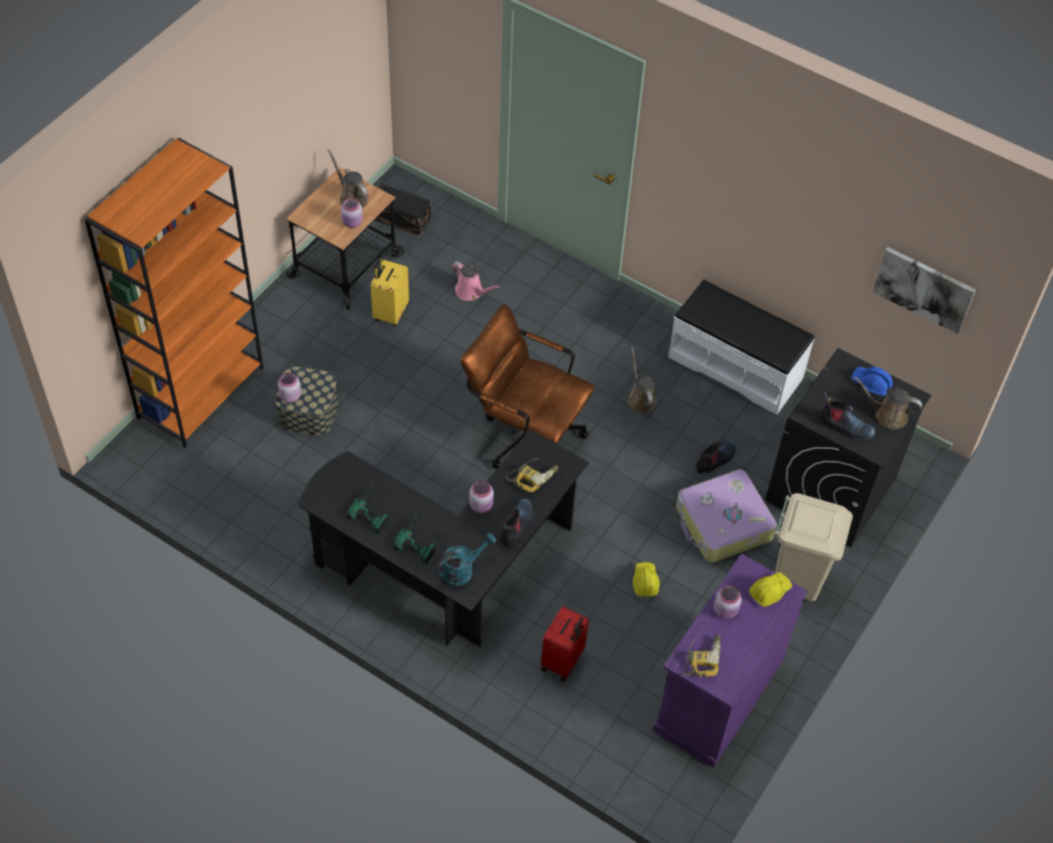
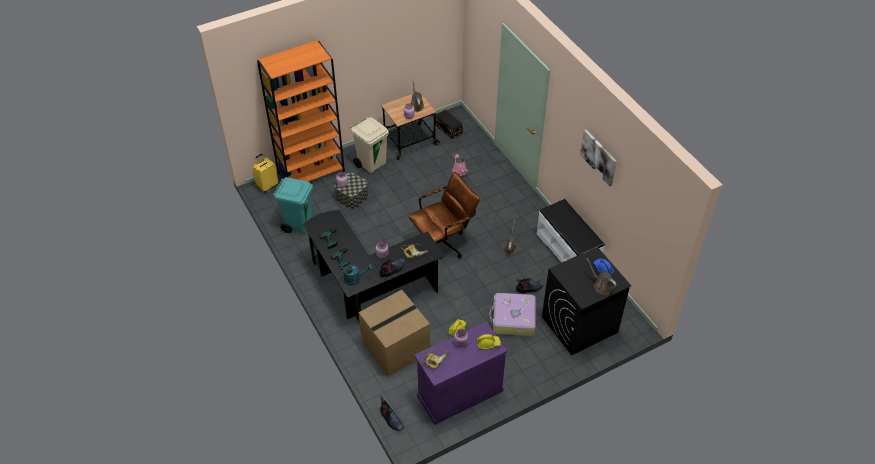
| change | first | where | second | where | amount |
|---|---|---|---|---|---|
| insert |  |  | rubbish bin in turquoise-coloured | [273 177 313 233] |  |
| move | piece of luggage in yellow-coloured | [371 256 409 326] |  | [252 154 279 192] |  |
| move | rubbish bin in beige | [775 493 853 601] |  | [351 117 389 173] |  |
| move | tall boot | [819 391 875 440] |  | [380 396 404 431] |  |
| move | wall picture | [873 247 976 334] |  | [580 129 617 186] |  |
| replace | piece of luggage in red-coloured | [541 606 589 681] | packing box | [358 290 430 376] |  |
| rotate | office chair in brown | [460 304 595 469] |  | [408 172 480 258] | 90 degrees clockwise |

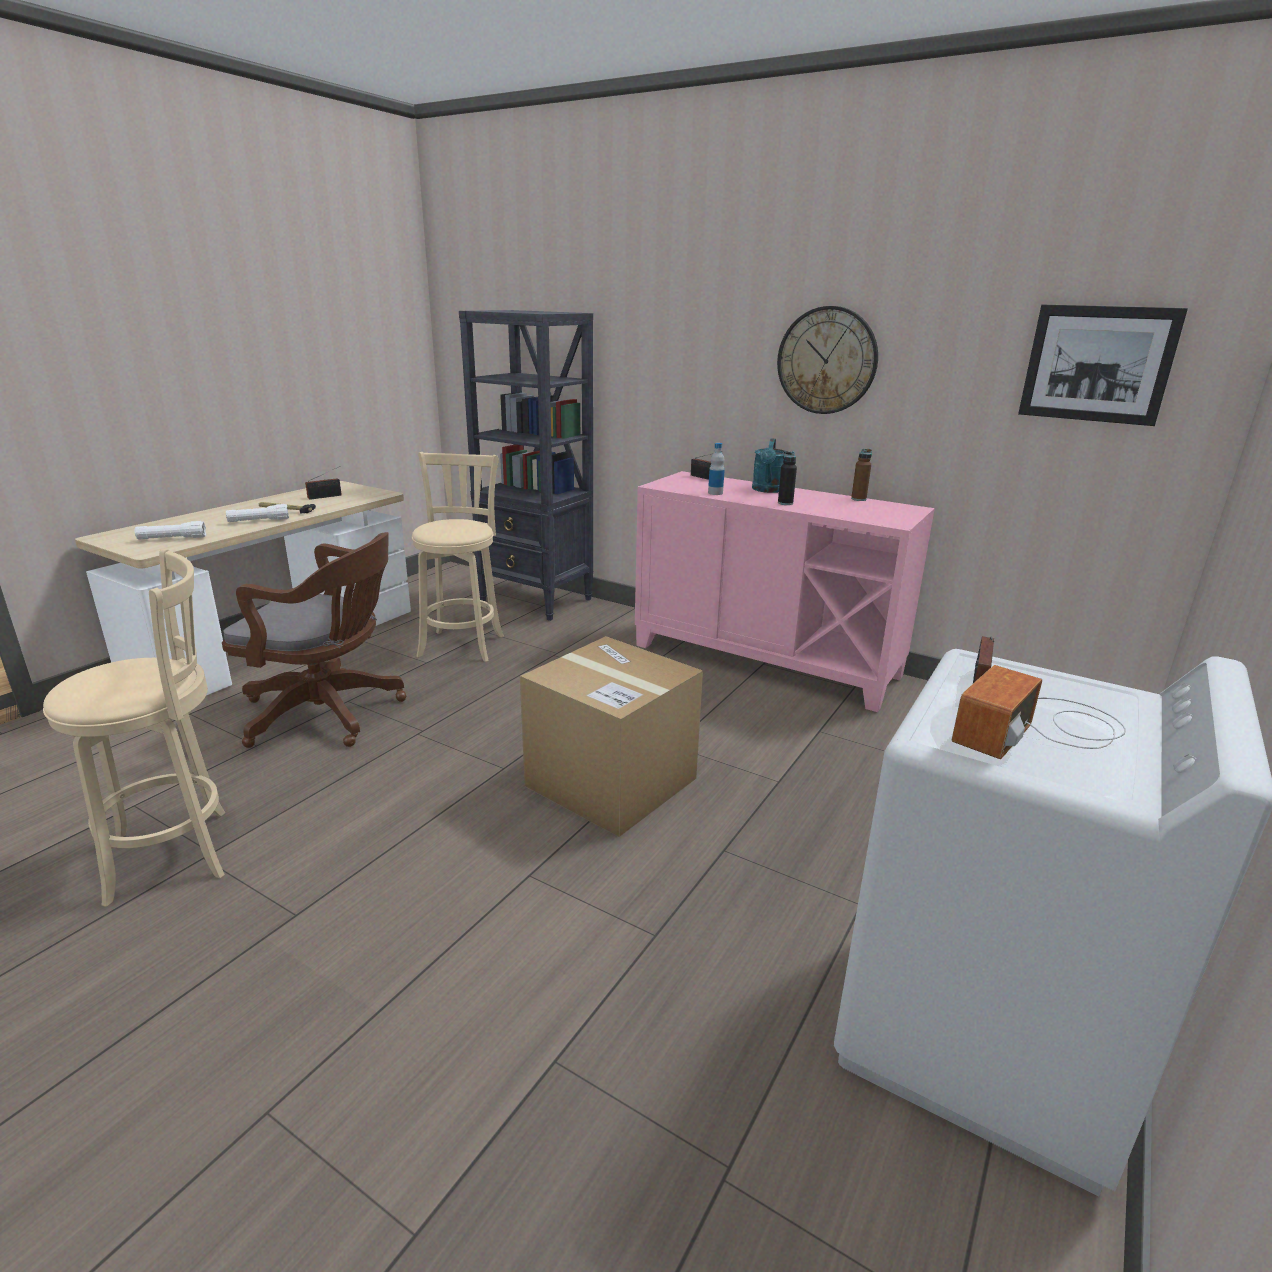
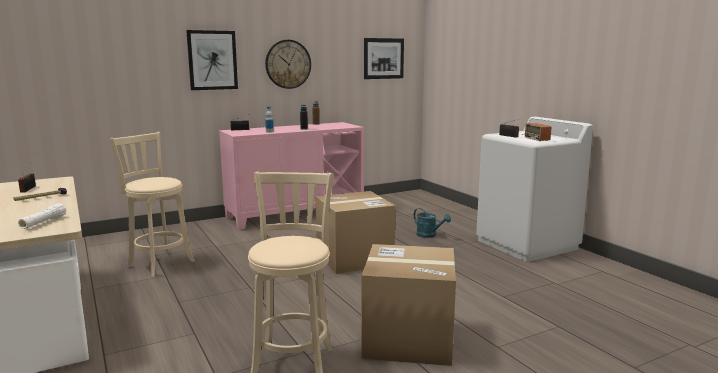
| change | first | where | second | where | amount |
|---|---|---|---|---|---|
| delete | office chair in brown | [222 532 407 748] |  |  |  |
| delete | torch in white-coloured | [226 504 289 522] |  |  |  |
| delete | bookshelf in blackish | [459 310 593 621] |  |  |  |
| insert |  |  | wall picture | [186 30 238 90] |  |
| insert |  |  | packing box | [362 244 456 366] |  |
| move | sprinkling can in turquoise-coloured | [752 438 784 493] |  | [414 208 451 238] |  |

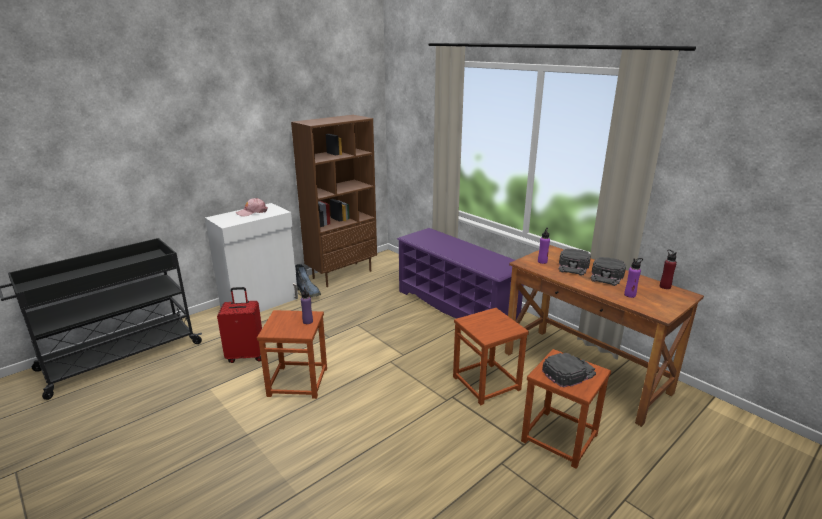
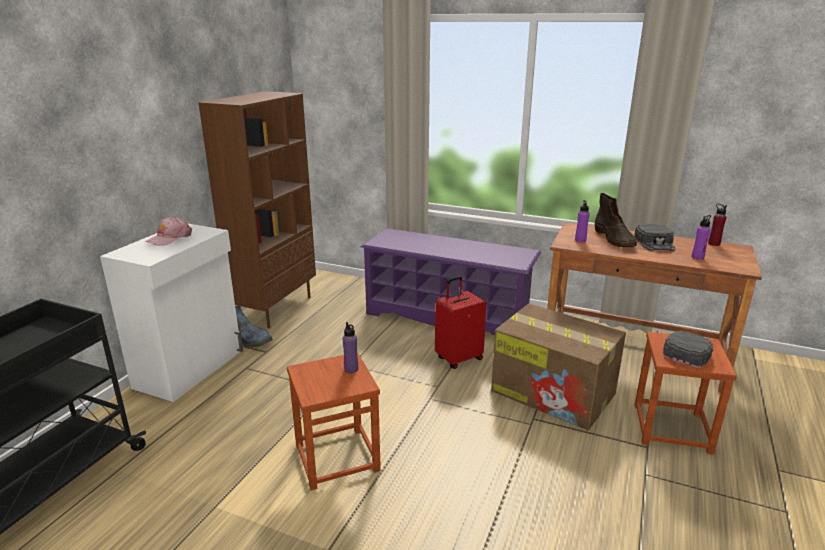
| change | first | where | second | where | amount |
|---|---|---|---|---|---|
| move | piece of luggage in red-coloured | [217 287 262 363] |  | [435 276 487 369] |  |
| replace | stool in brown | [453 308 529 405] | packing box | [491 303 626 430] |  |
| replace | peaked cap in blackish | [559 248 591 276] | tall boot in brown | [595 193 637 247] |  |

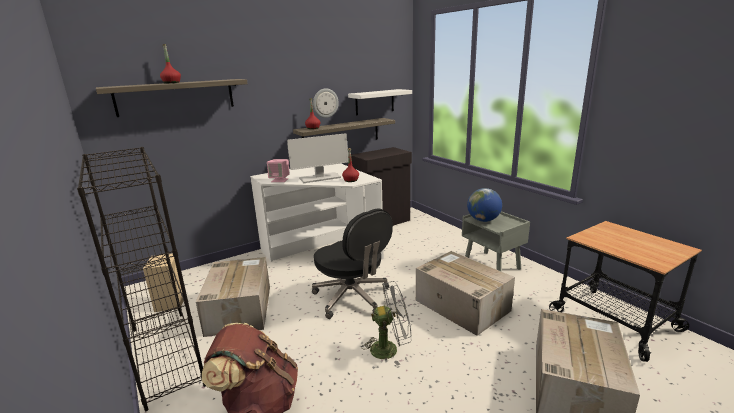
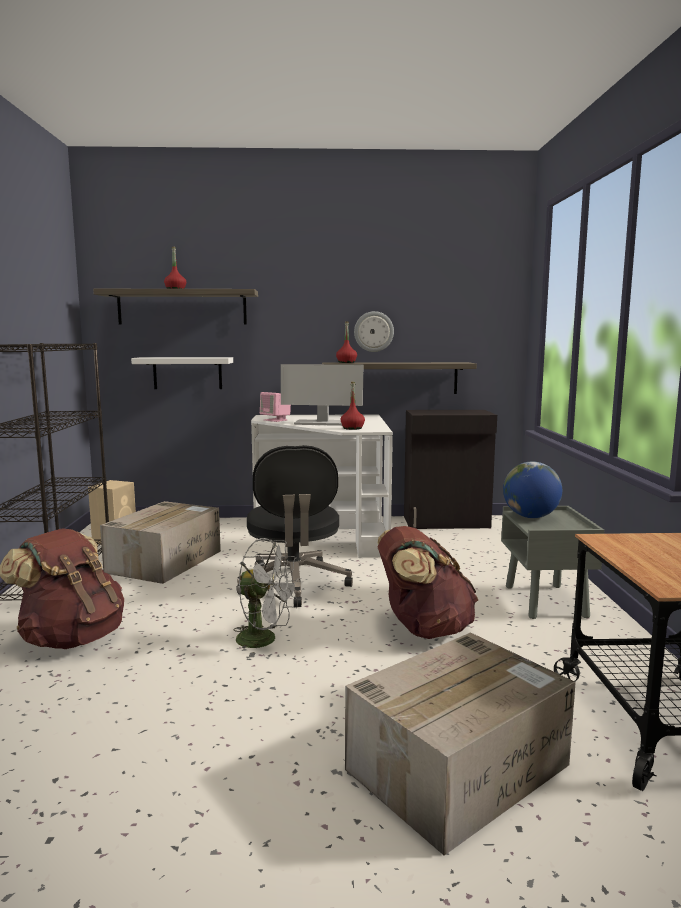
| change | first | where | second | where | amount |
|---|---|---|---|---|---|
| move | bracket shelf in white-coloured | [348 89 412 115] |  | [131 357 233 389] |  |
| replace | packing box | [416 251 515 336] | knapsack in brown | [377 526 478 639] |  |

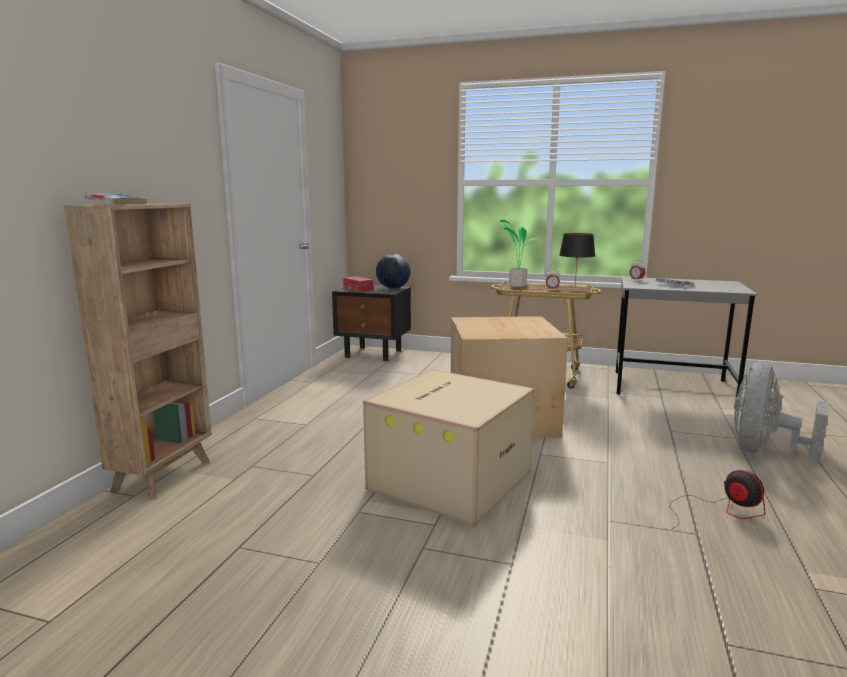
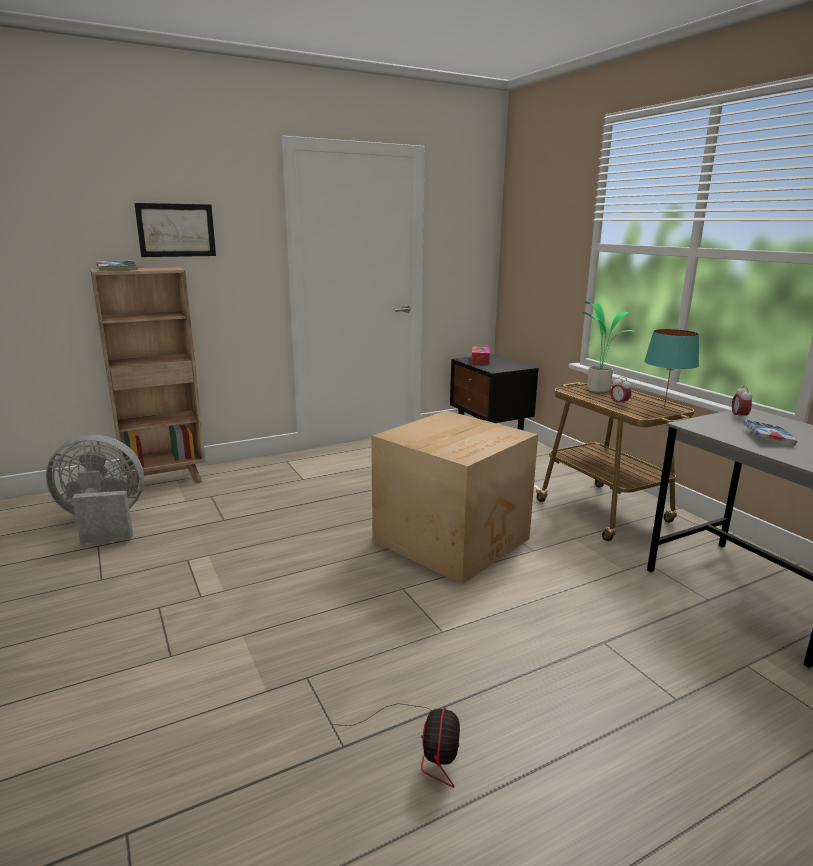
| change | first | where | second | where | amount |
|---|---|---|---|---|---|
| delete | packing box | [363 369 534 527] |  |  |  |
| delete | world globe | [376 254 410 289] |  |  |  |
| insert |  |  | wall picture | [134 203 216 257] |  |
| move | electric fan in gray | [734 362 828 462] |  | [46 435 144 543] |  |
| recolor | lamp for a table in blackish | [559 233 595 285] | lamp for a table in turquoise-coloured | [644 329 699 408] |  |

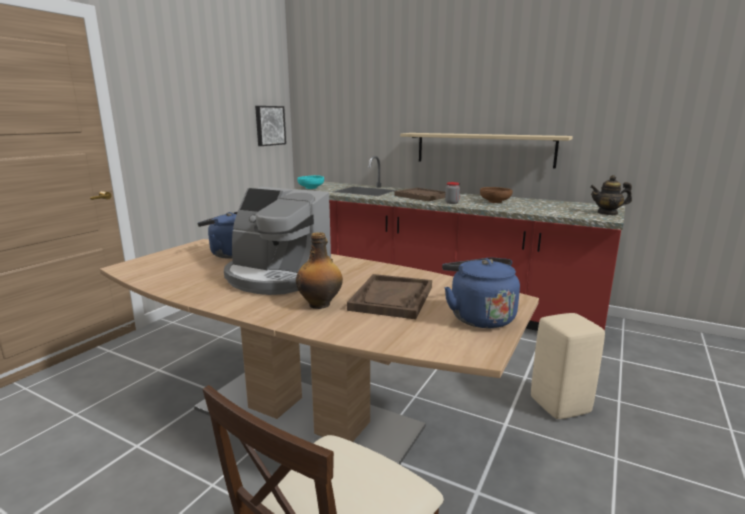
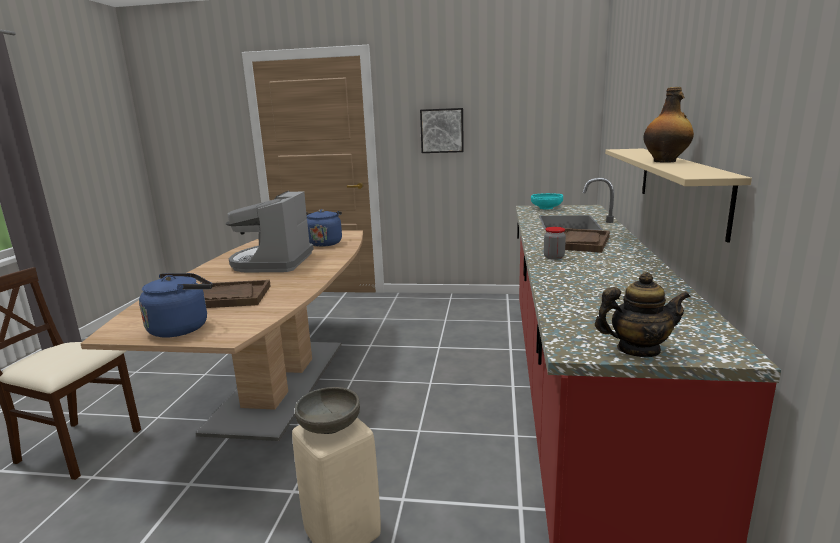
| change | first | where | second | where | amount |
|---|---|---|---|---|---|
| delete | bowl in brown | [480 187 513 203] |  |  |  |
| insert |  |  | bowl in gray | [295 387 360 434] |  |
| move | wall picture | [255 106 286 146] |  | [420 108 464 153] |  |
| move | beverage bottle | [296 232 343 309] |  | [643 87 694 163] |  |
| rotate | tea pot | [590 175 632 215] |  | [595 272 690 357] | 105 degrees clockwise |

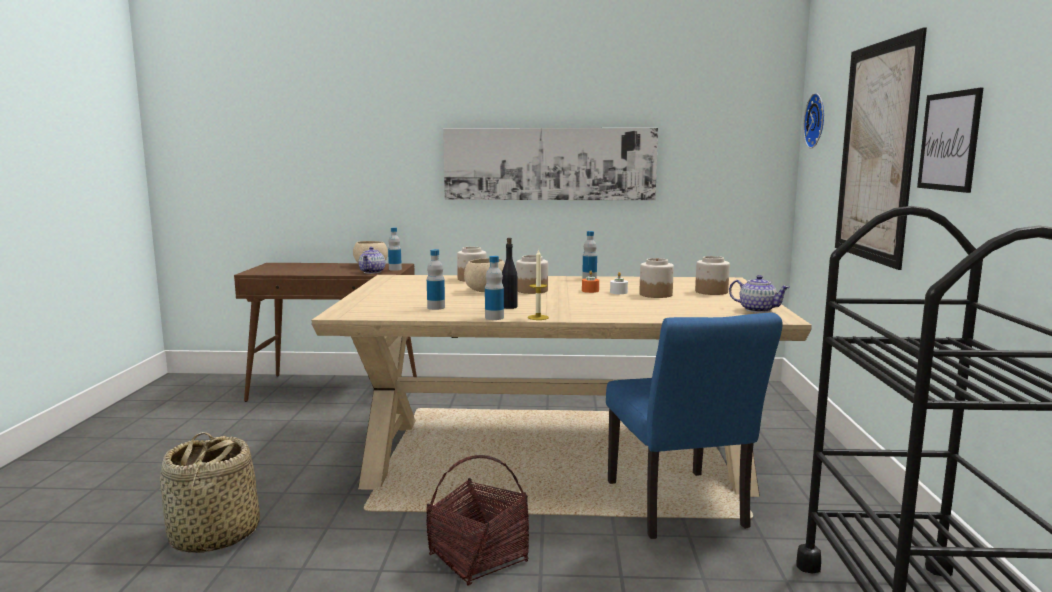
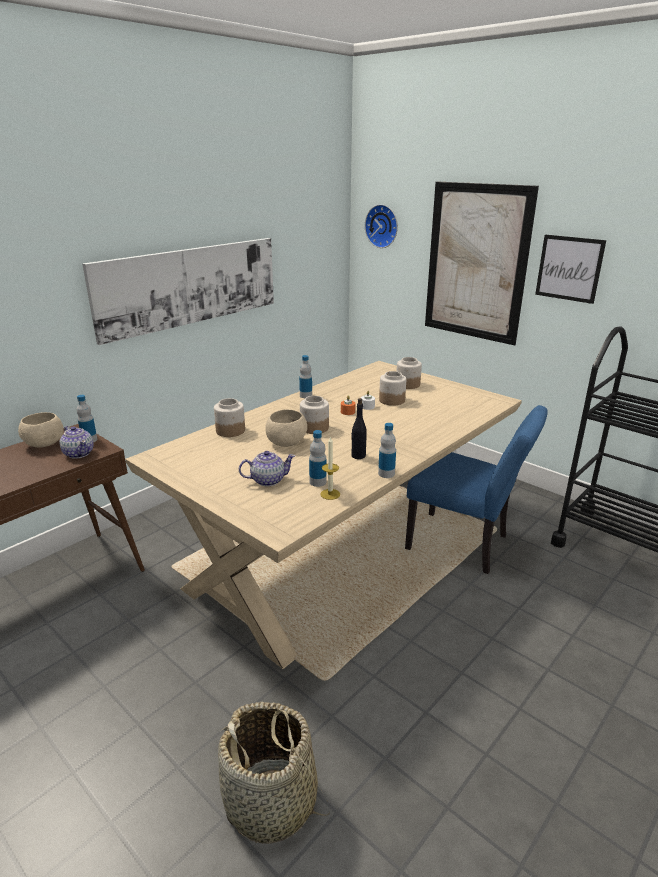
| change | first | where | second | where | amount |
|---|---|---|---|---|---|
| delete | storage basket | [426 455 529 586] |  |  |  |
| move | wax candle | [528 249 549 320] |  | [320 436 340 500] |  |
| move | tea pot | [729 275 790 313] |  | [239 451 295 486] |  |

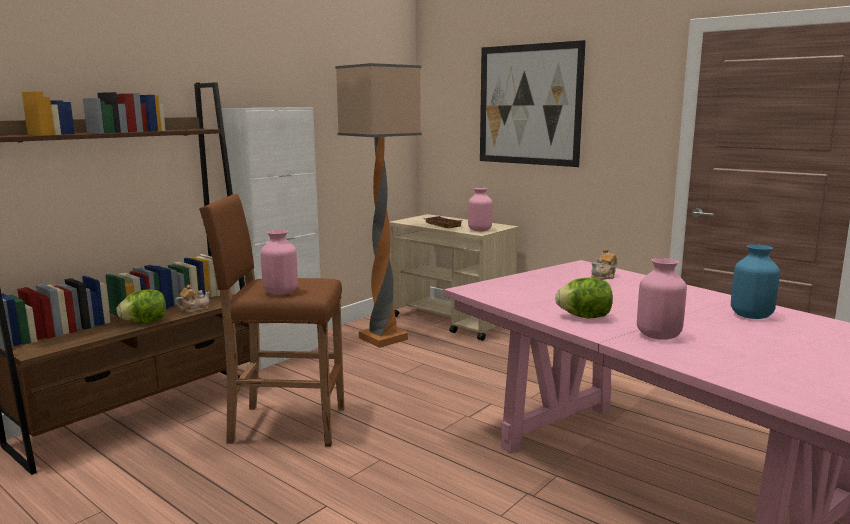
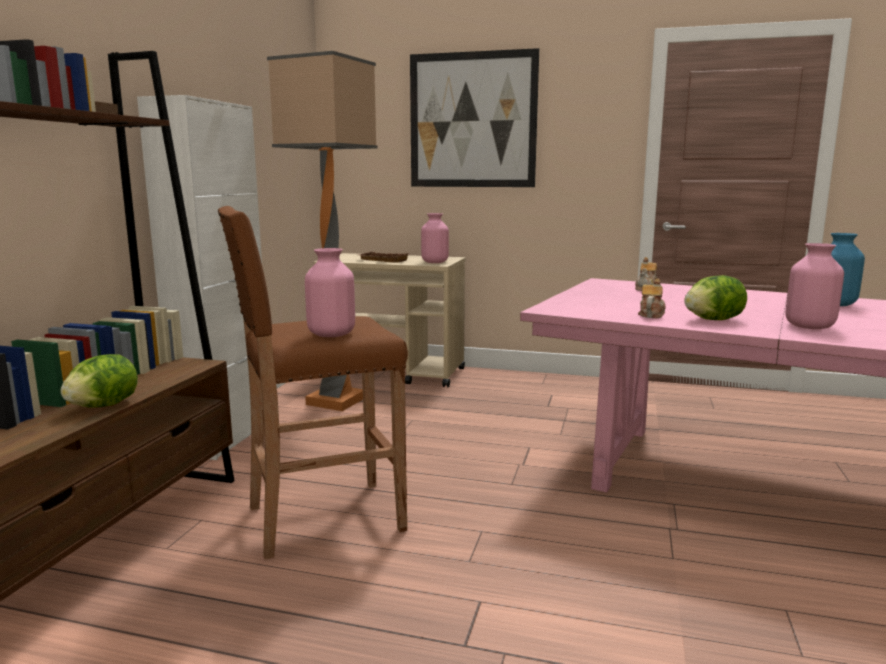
| change | first | where | second | where | amount |
|---|---|---|---|---|---|
| move | tea pot | [175 285 210 313] |  | [638 279 666 318] |  |

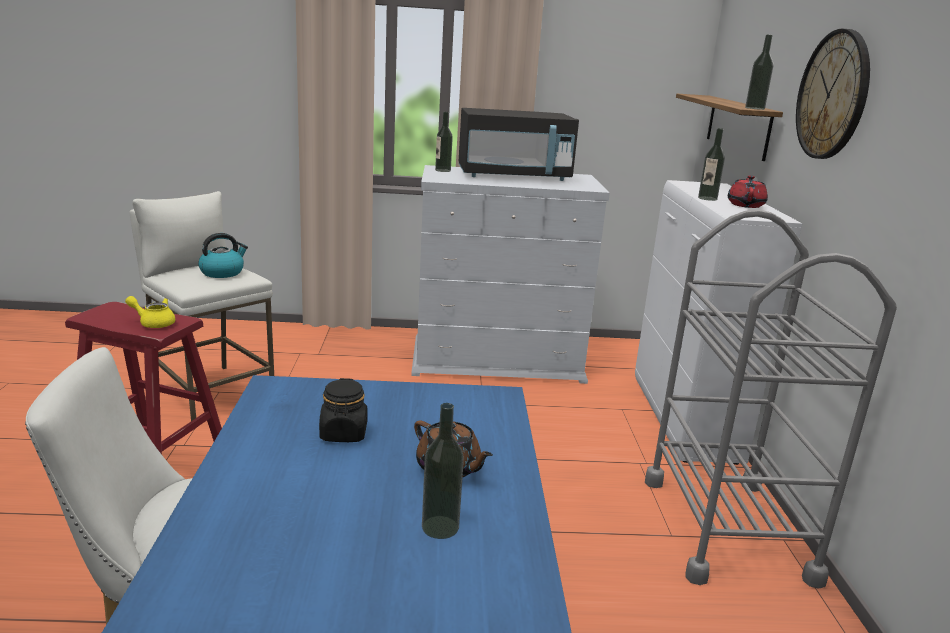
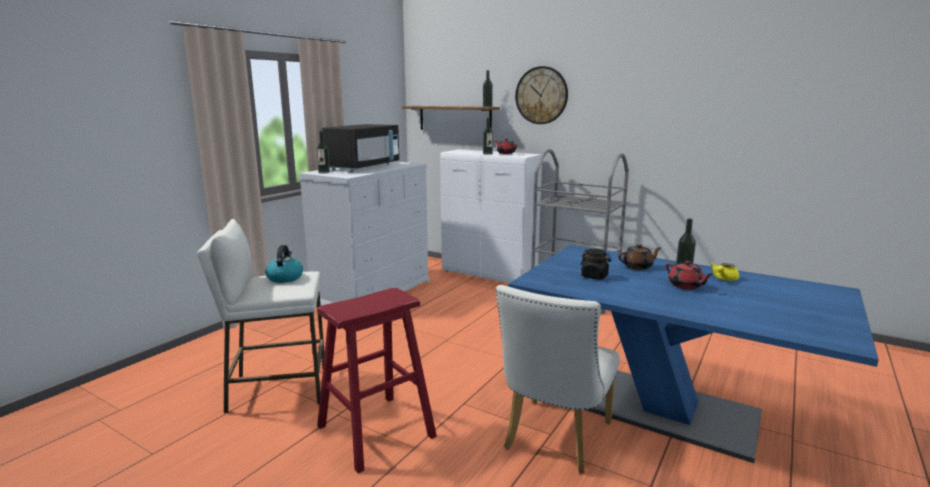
| change | first | where | second | where | amount |
|---|---|---|---|---|---|
| insert |  |  | tea pot in red-coloured | [665 261 713 289] |  |
| move | tea pot in yellow-coloured | [125 296 175 328] |  | [710 262 739 281] |  |

